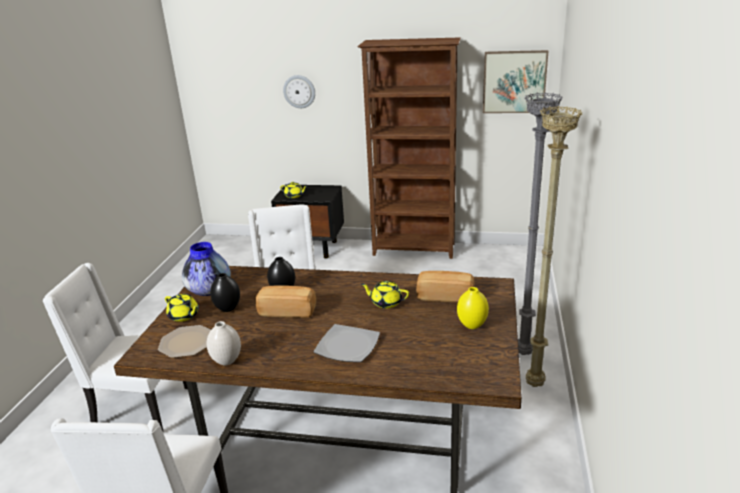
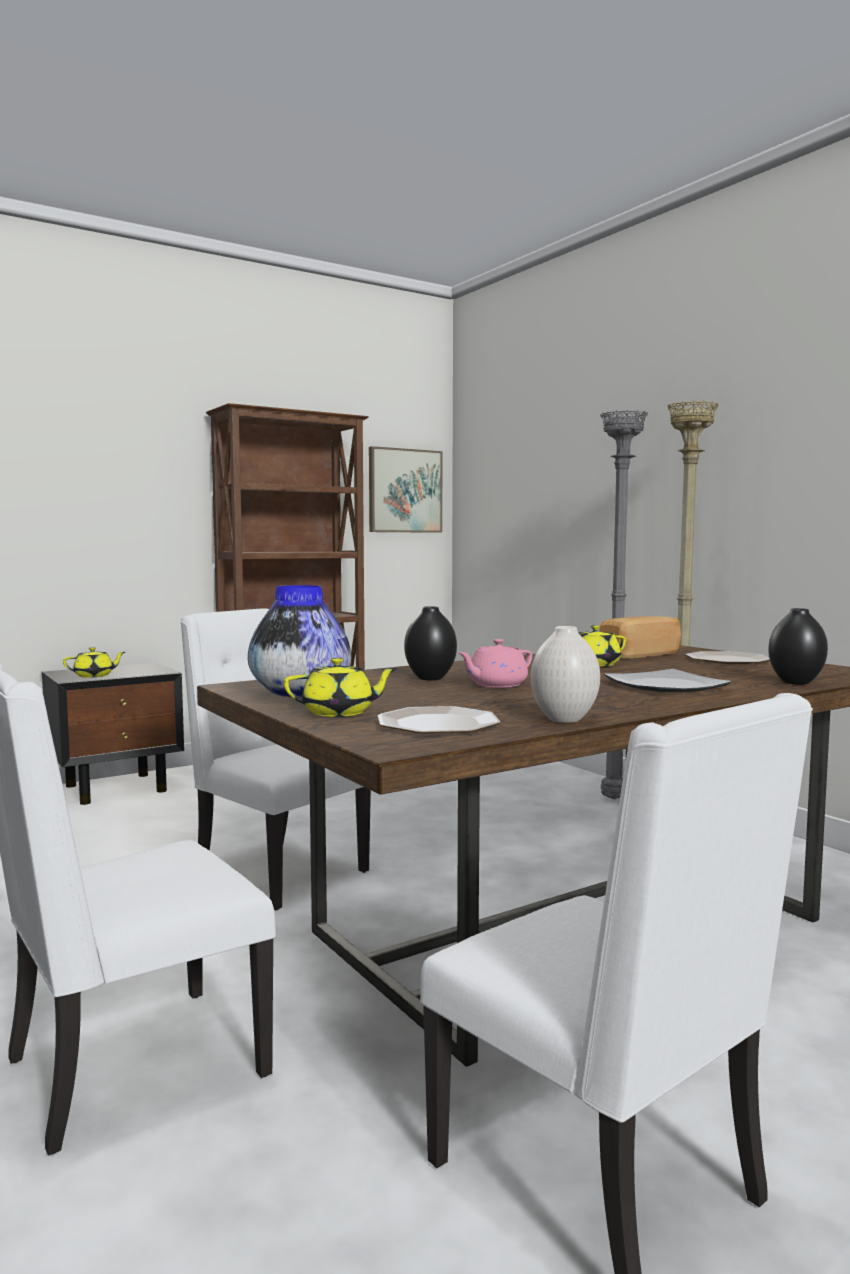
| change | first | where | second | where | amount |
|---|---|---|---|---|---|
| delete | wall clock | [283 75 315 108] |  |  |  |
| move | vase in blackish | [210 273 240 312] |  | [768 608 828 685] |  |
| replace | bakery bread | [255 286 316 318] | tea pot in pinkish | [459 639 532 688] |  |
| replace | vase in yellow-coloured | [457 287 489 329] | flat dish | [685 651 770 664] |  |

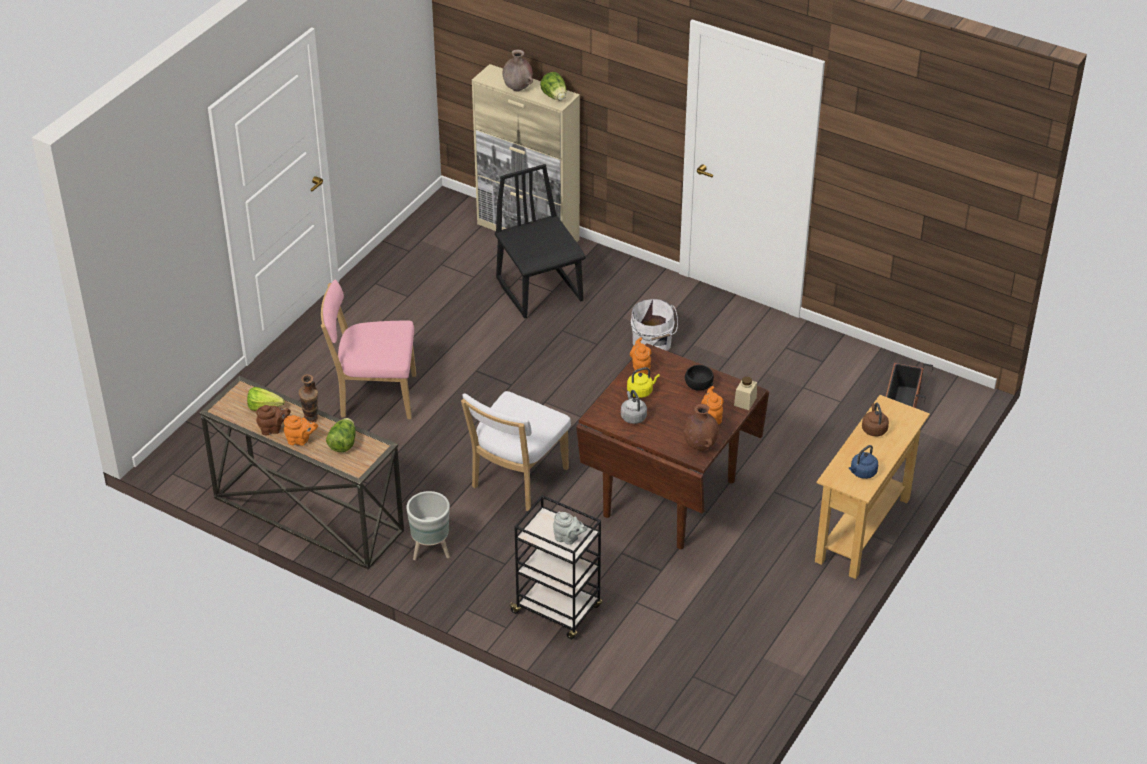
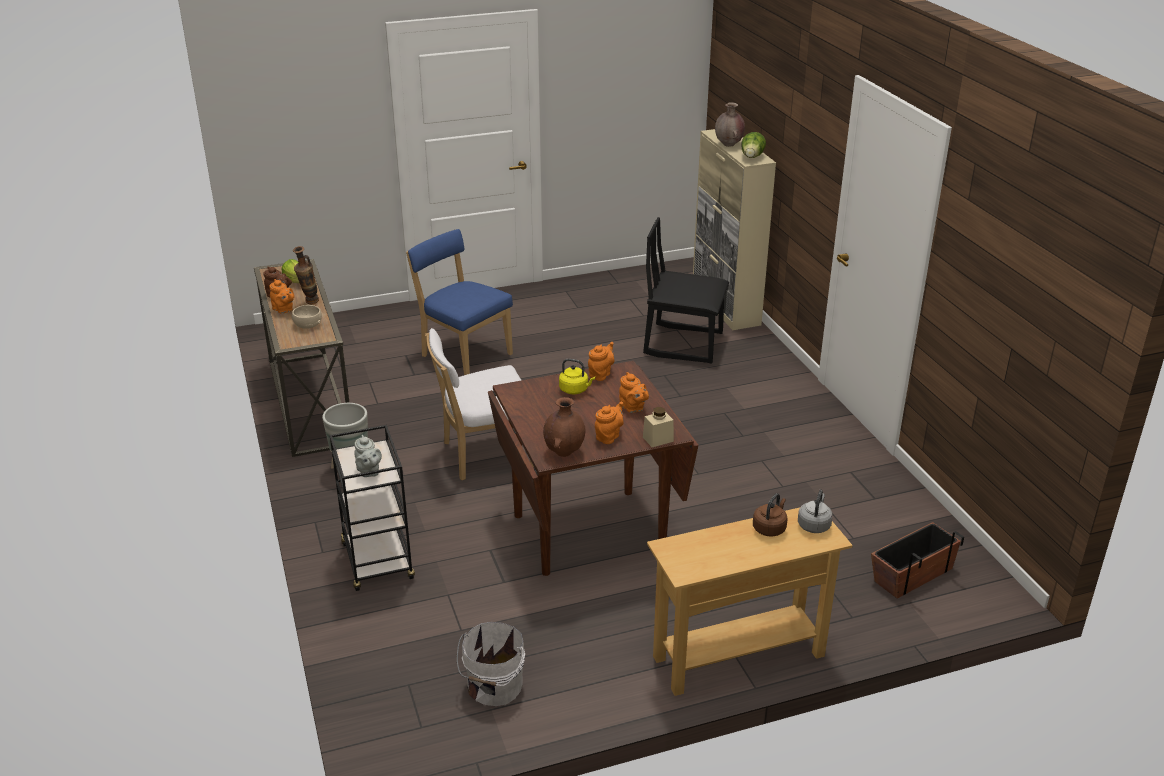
| change | first | where | second | where | amount |
|---|---|---|---|---|---|
| delete | water kettle in blue-coloured | [849 445 878 479] |  |  |  |
| move | water kettle in gray | [621 390 647 424] |  | [798 489 833 533] |  |
| move | bucket in white-coloured | [631 299 678 351] |  | [457 622 525 706] |  |
| replace | head of lettuce | [326 418 356 452] | bowl in beige | [292 305 322 329] |  |
| replace | bowl in blackish | [685 365 714 391] | tea pot in orange | [619 372 649 413] |  |
| recolor | plain chair in pinkish | [321 279 416 419] | plain chair in blue-coloured | [406 229 513 375] |  |
| rotate | plain chair in blackish | [495 164 586 319] |  | [643 217 729 364] | 90 degrees counterclockwise |

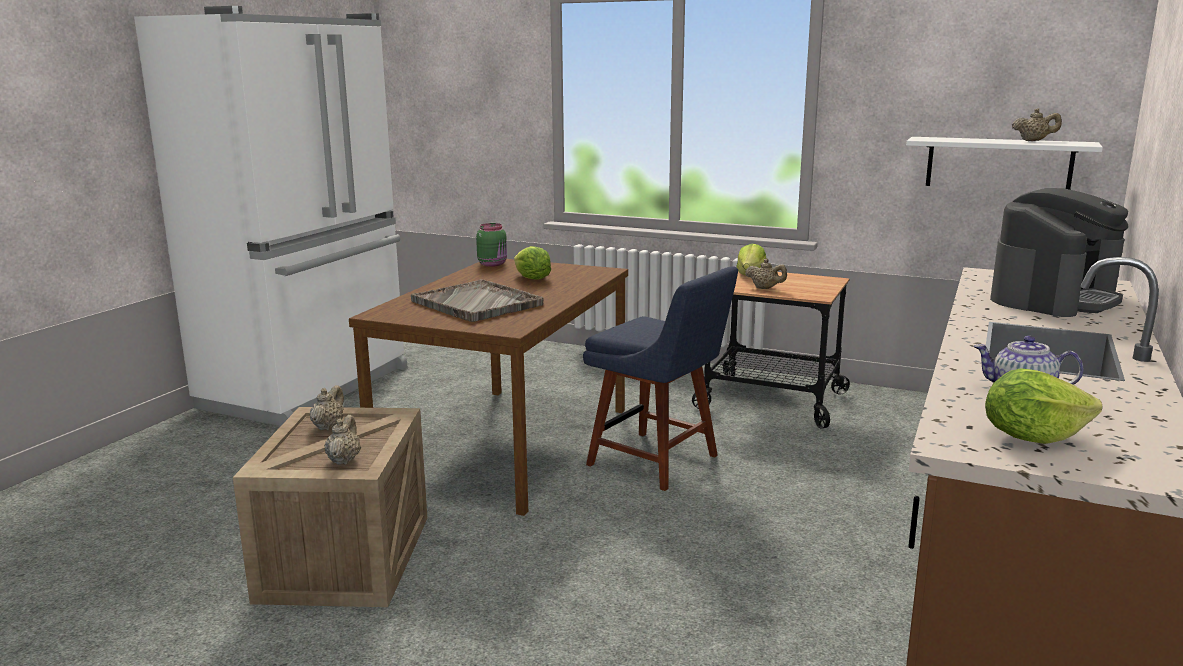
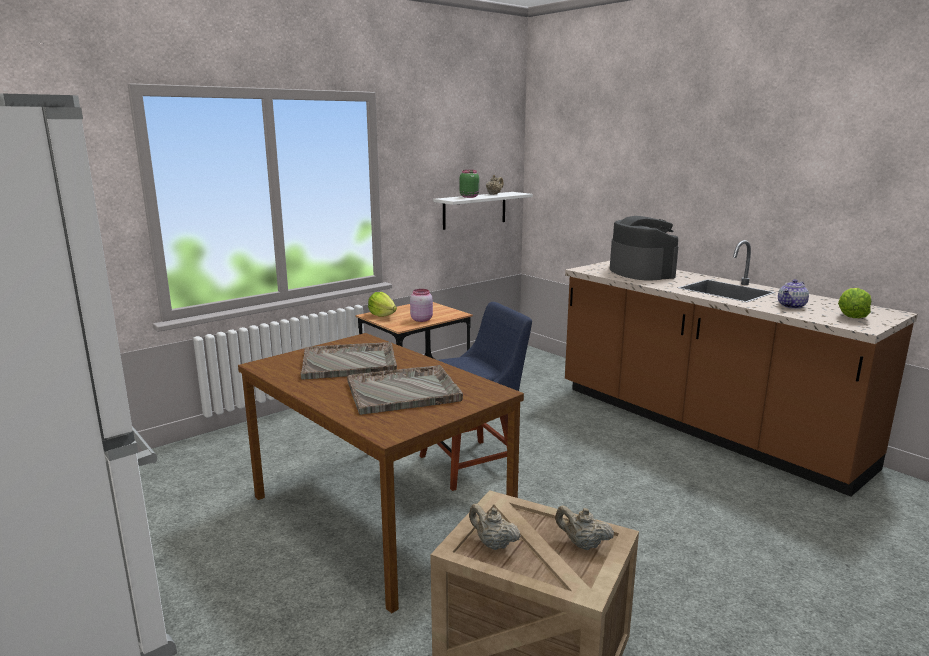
| change | first | where | second | where | amount |
|---|---|---|---|---|---|
| move | preserve jar in green-coloured | [476 223 507 267] |  | [460 170 479 198] |  |
| replace | head of lettuce | [514 246 551 280] | carrying tray in gray | [300 342 397 379] |  |
| replace | tea pot in beige | [745 259 787 289] | preserve jar in pinkish | [410 289 433 322] |  |

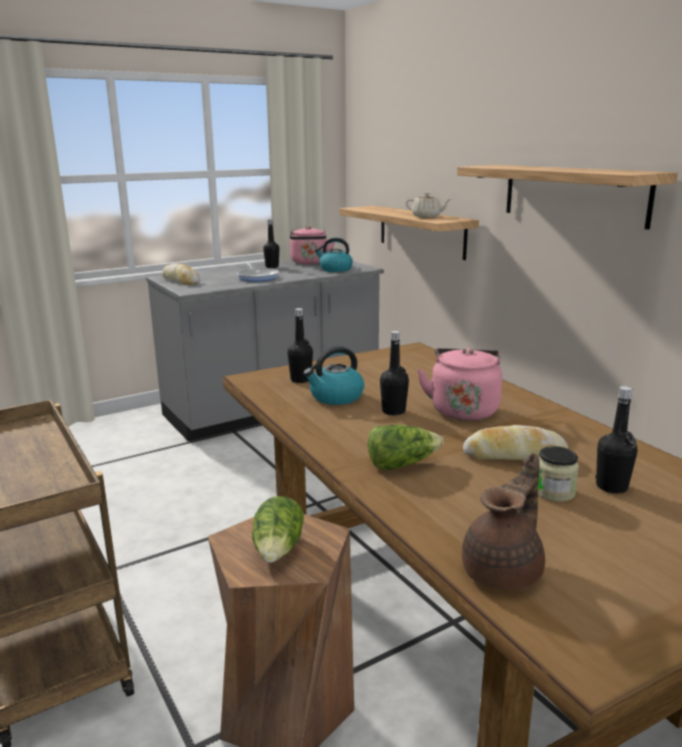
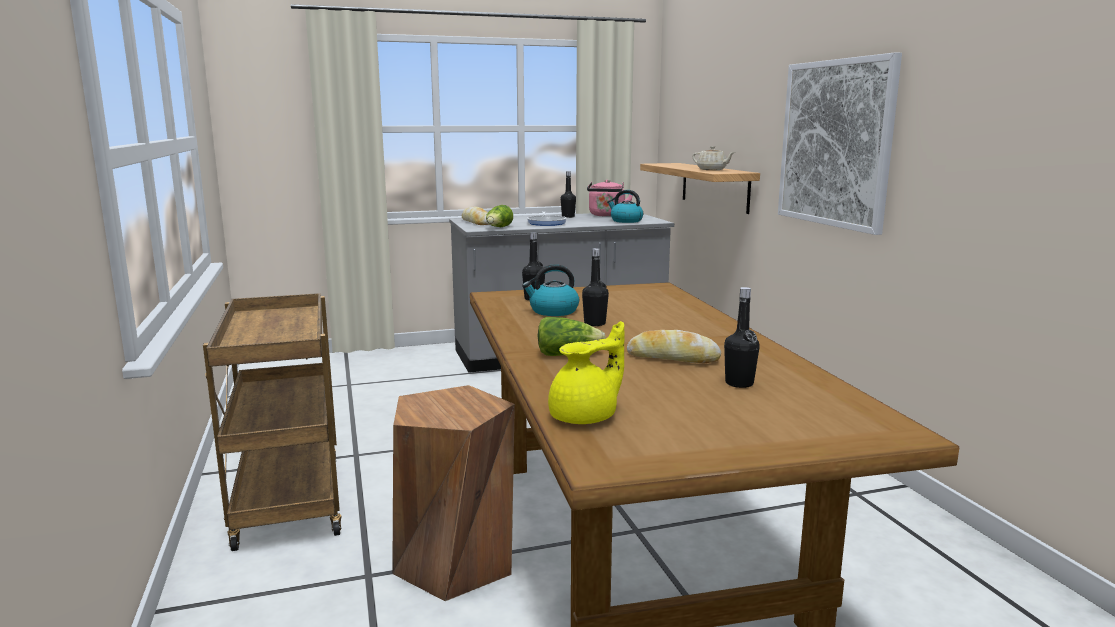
| change | first | where | second | where | amount |
|---|---|---|---|---|---|
| delete | water kettle in pinkish | [417 348 502 420] |  |  |  |
| delete | preserve jar | [538 446 579 502] |  |  |  |
| move | head of lettuce | [252 496 304 563] |  | [486 205 513 227] |  |
| replace | bracket shelf | [457 165 678 230] | wall picture | [778 53 902 235] |  |
| recolor | tea pot in brown | [462 453 545 590] | tea pot in yellow-coloured | [548 321 625 424] |  |

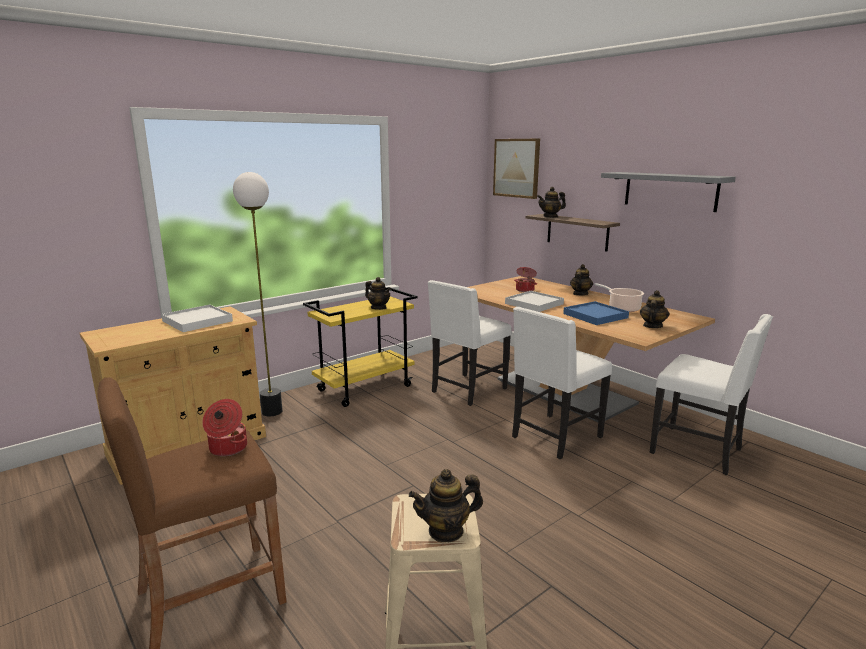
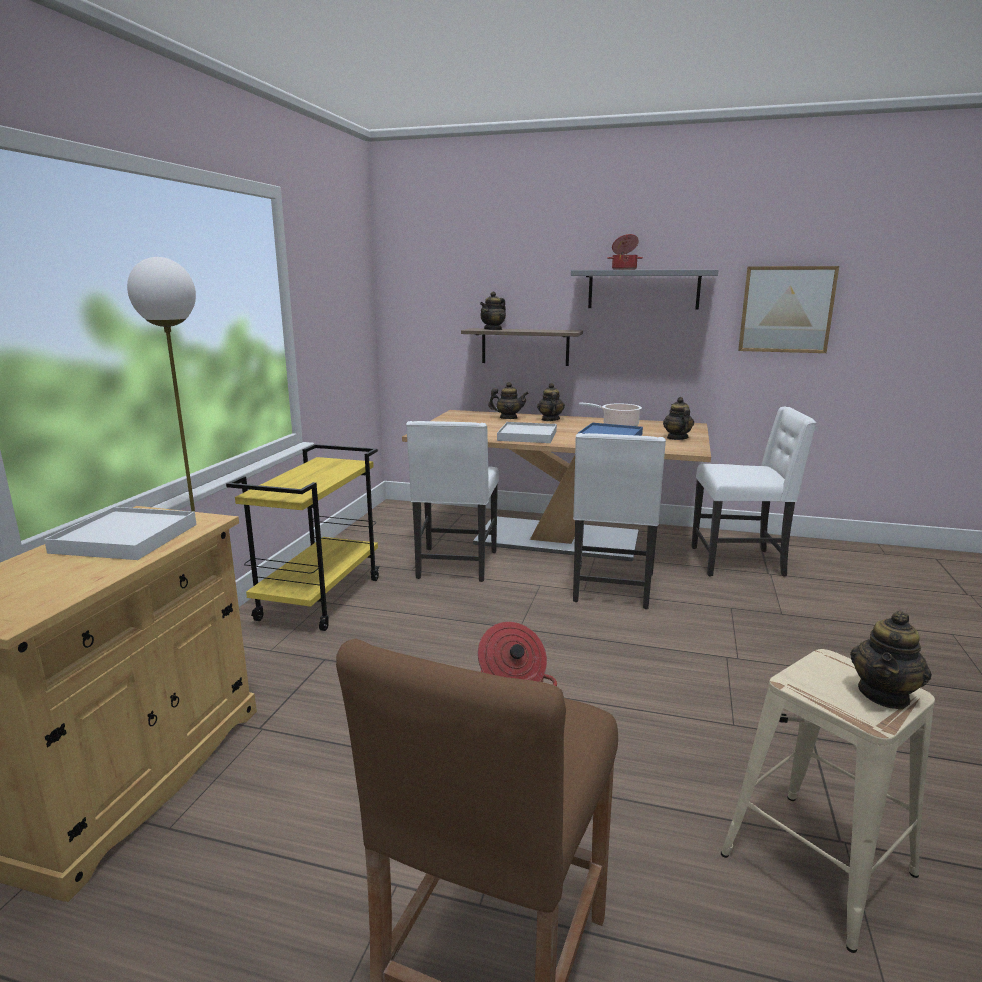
| change | first | where | second | where | amount |
|---|---|---|---|---|---|
| move | tea pot | [365 277 391 310] |  | [488 382 529 419] |  |
| move | wall picture | [493 139 540 199] |  | [738 266 839 353] |  |
| move | stockpot | [514 267 537 292] |  | [607 234 643 270] |  |

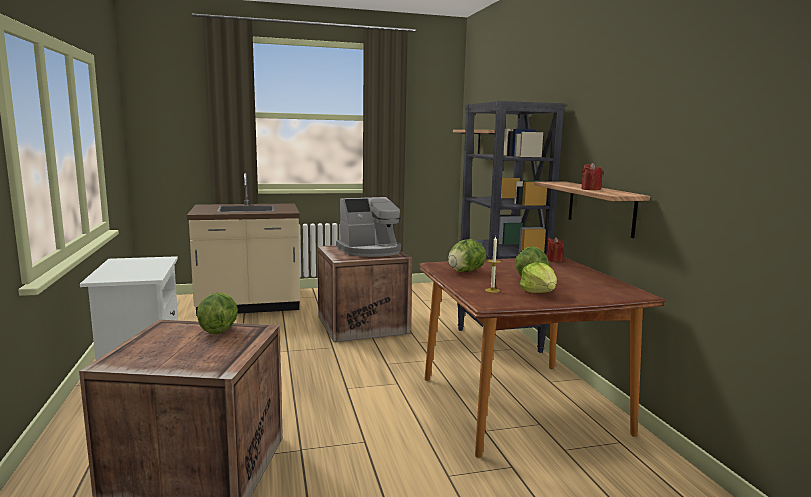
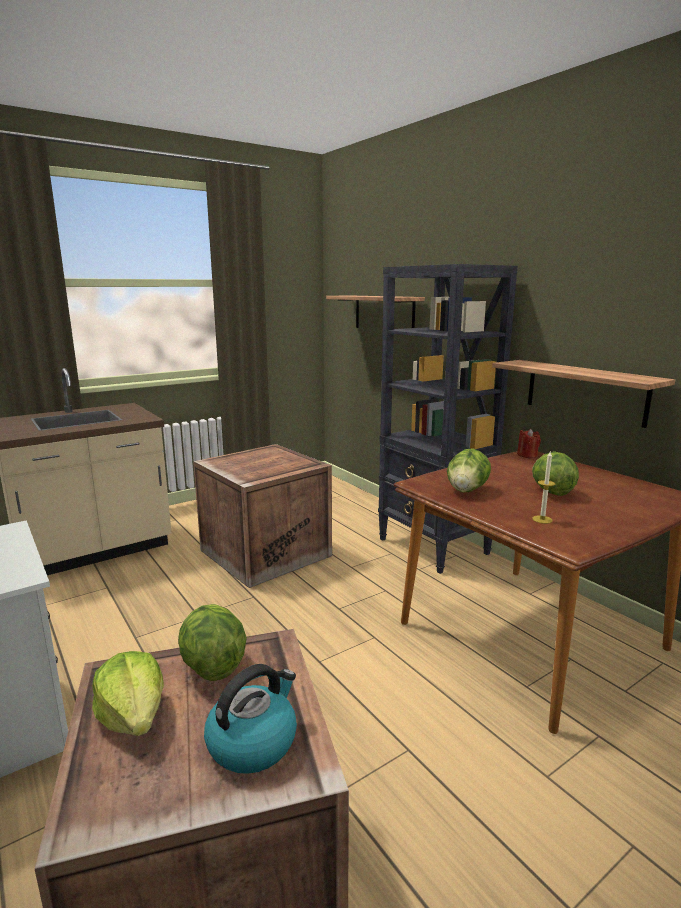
| change | first | where | second | where | amount |
|---|---|---|---|---|---|
| delete | coffee maker | [336 197 401 257] |  |  |  |
| delete | wax candle in red-coloured | [582 163 603 190] |  |  |  |
| insert |  |  | water kettle | [204 664 297 774] |  |
| move | head of lettuce | [520 262 557 293] |  | [92 651 164 736] |  |

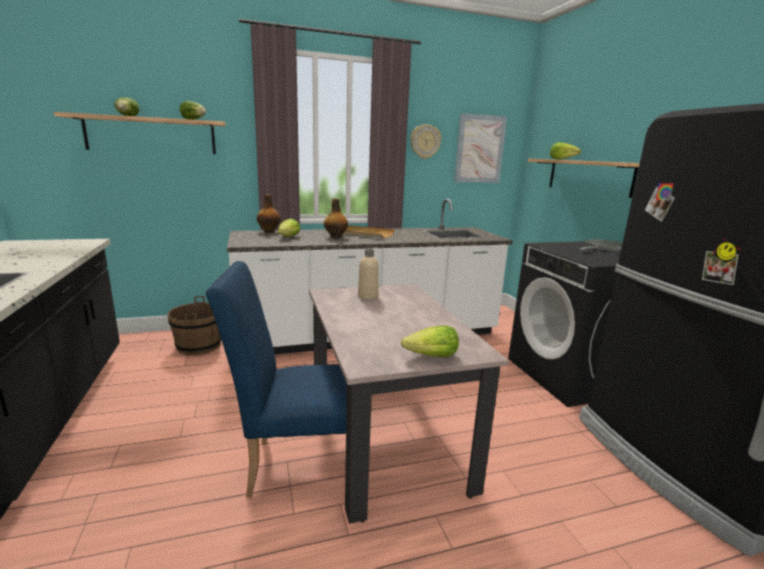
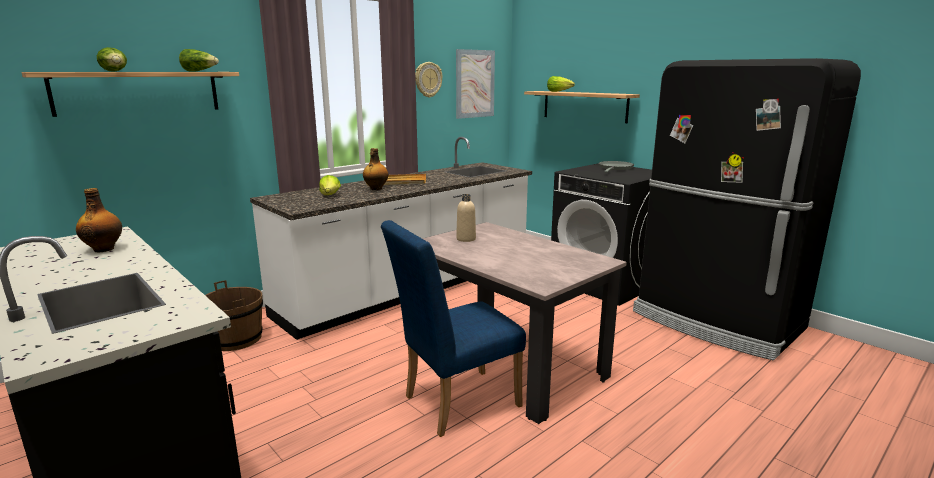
| change | first | where | second | where | amount |
|---|---|---|---|---|---|
| delete | head of lettuce | [401 326 459 357] |  |  |  |
| move | beverage bottle | [257 194 281 233] |  | [76 188 122 252] |  |

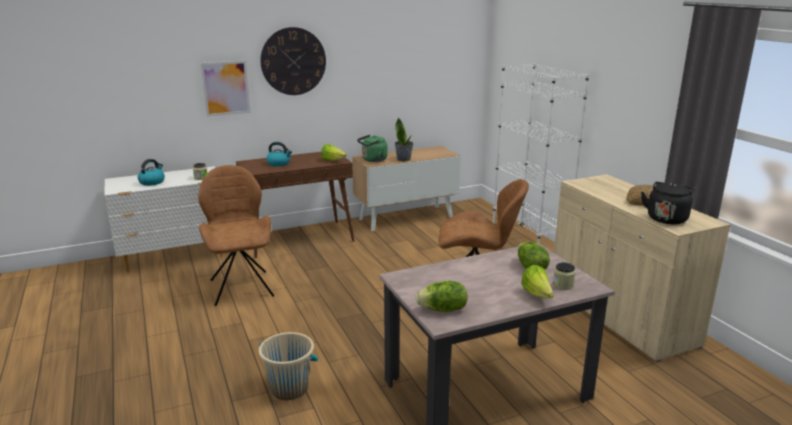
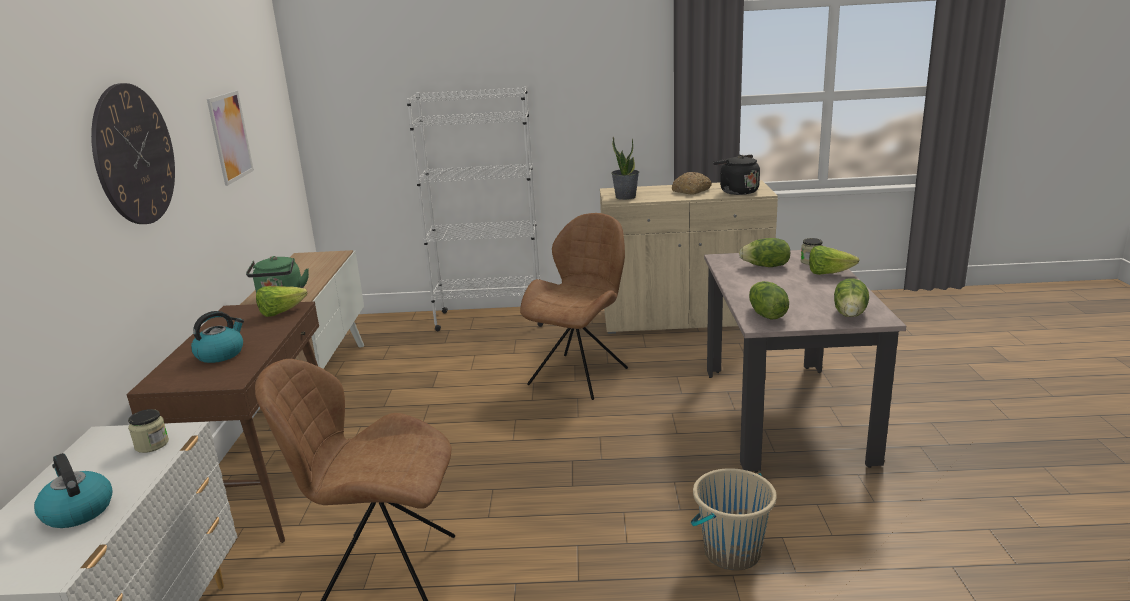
| change | first | where | second | where | amount |
|---|---|---|---|---|---|
| insert |  |  | head of lettuce | [749 281 789 320] |  |
| move | wall picture | [201 61 251 116] |  | [207 91 254 186] |  |
| move | potted plant | [395 117 414 161] |  | [611 137 639 200] |  |

